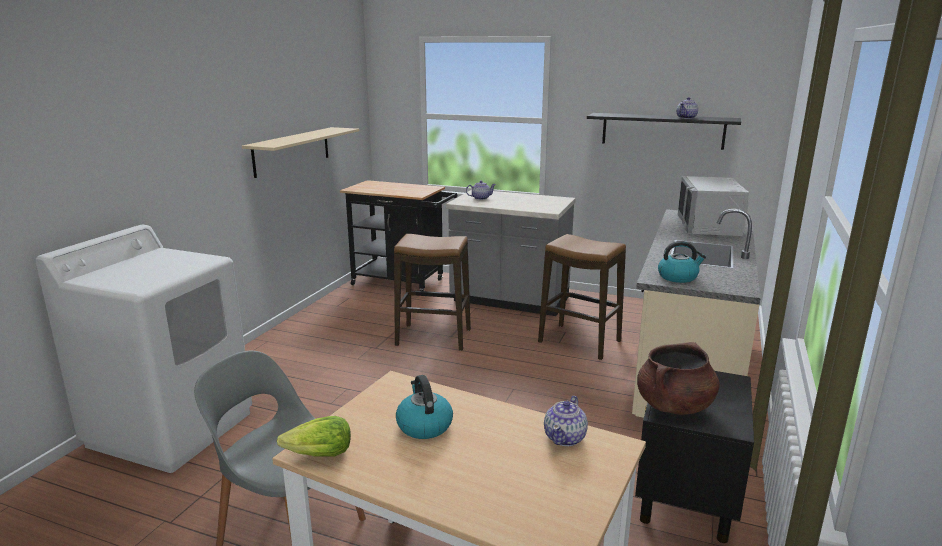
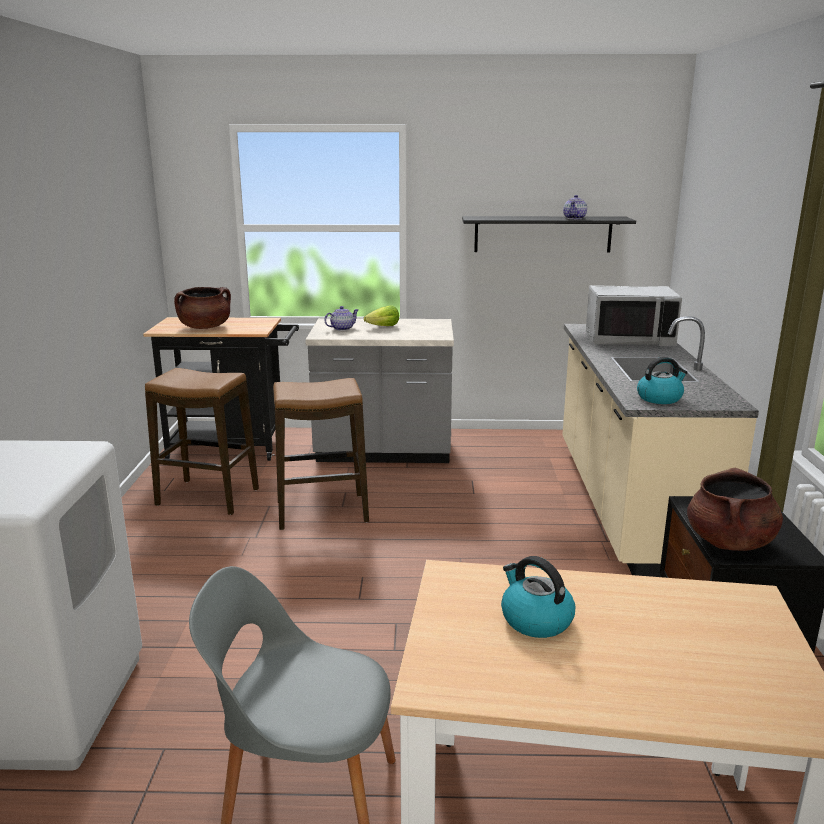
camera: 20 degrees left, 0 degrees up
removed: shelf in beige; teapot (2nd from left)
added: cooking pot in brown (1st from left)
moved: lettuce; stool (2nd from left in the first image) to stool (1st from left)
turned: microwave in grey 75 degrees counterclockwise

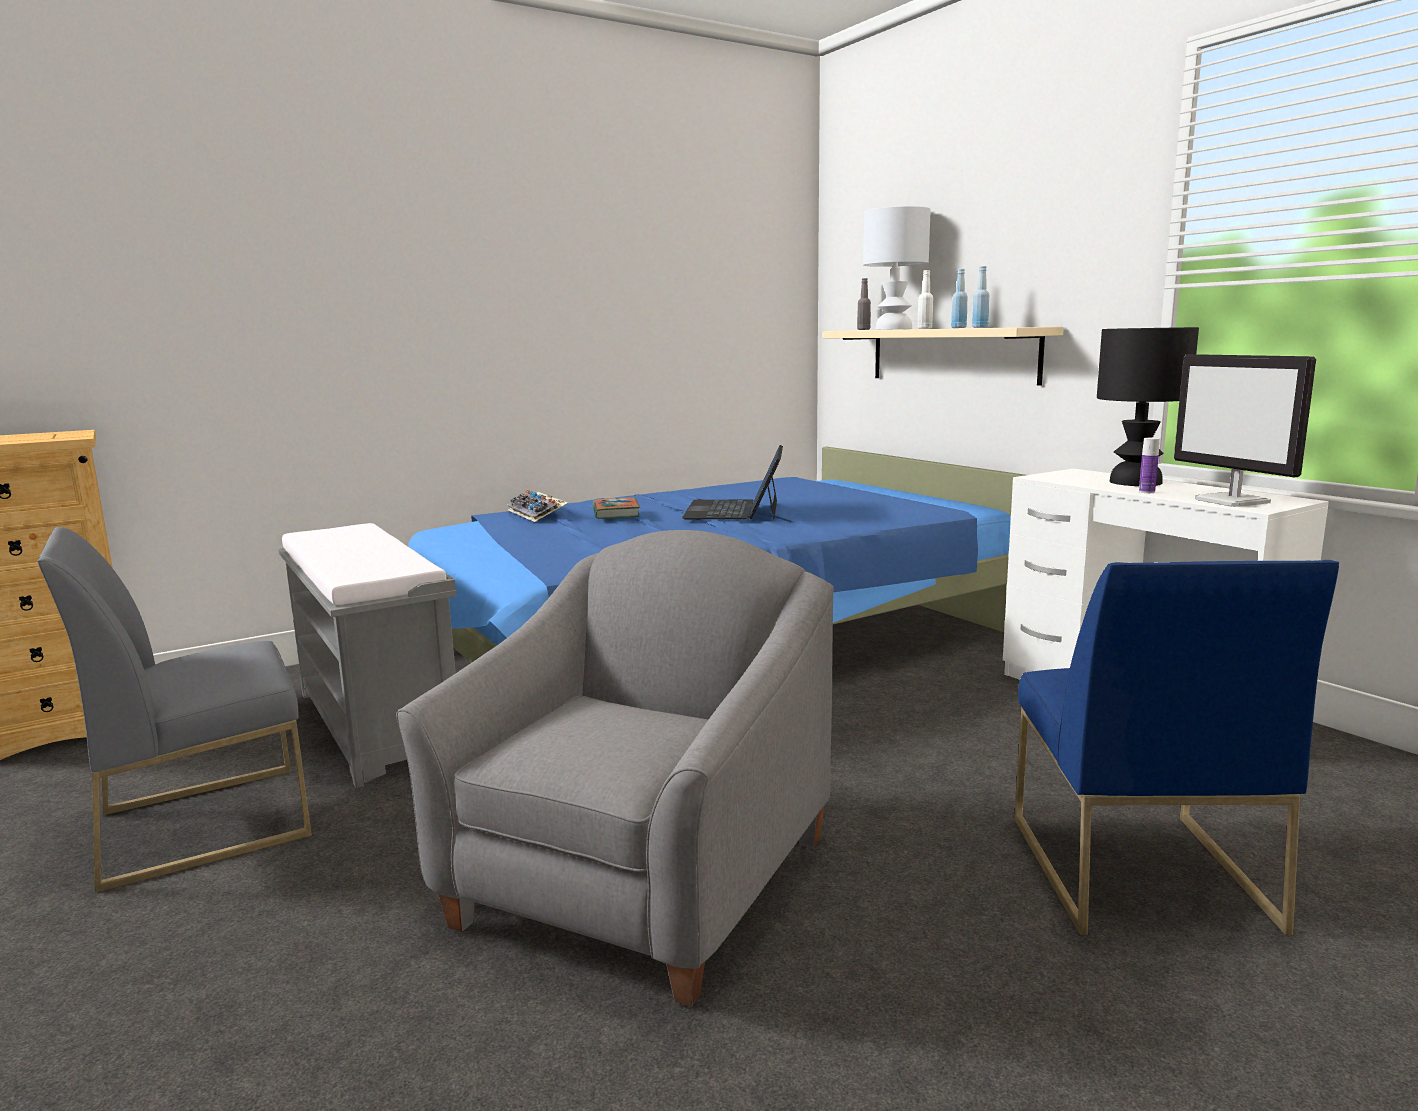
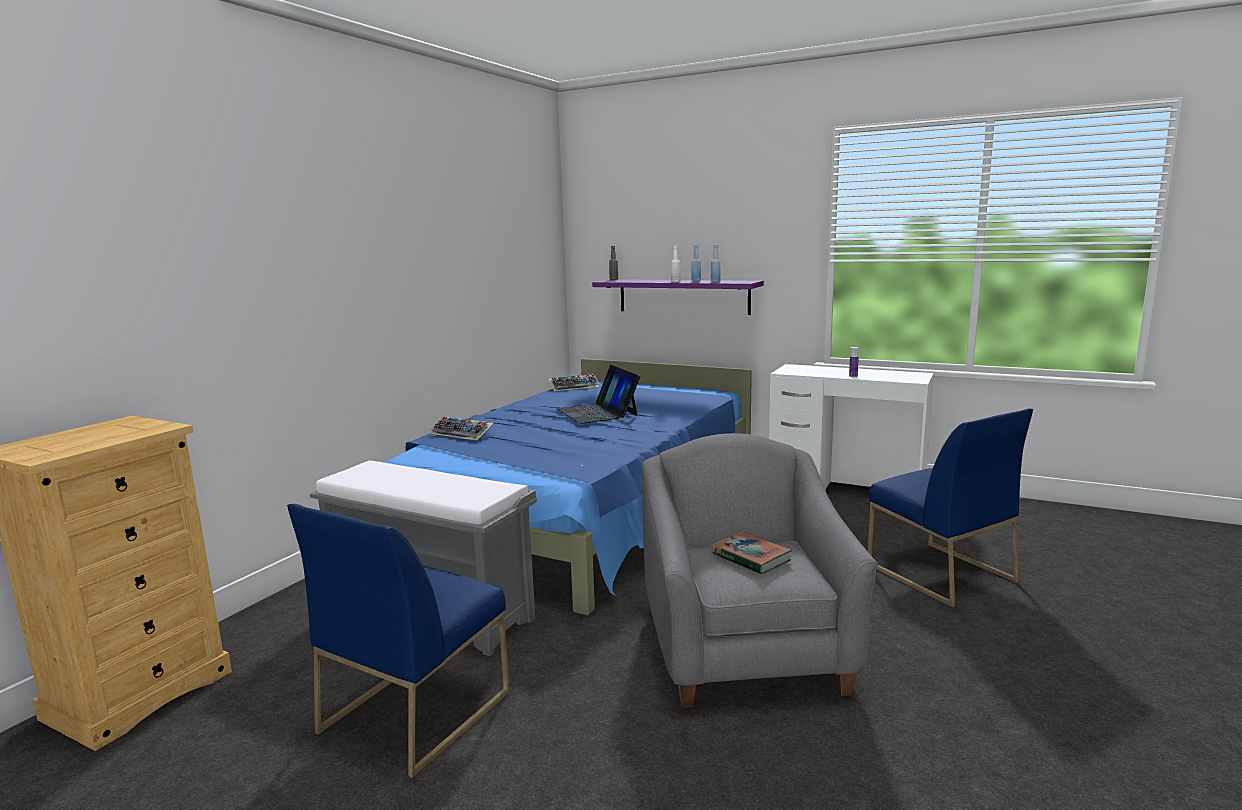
camera: 30 degrees left, 0 degrees up
removed: table lamp in white; table lamp in black; monitor
added: keyboard (2nd from left)
moved: book
recoloured: chair in grey to chair in blue (1st from left); shelf in beige to shelf in purple

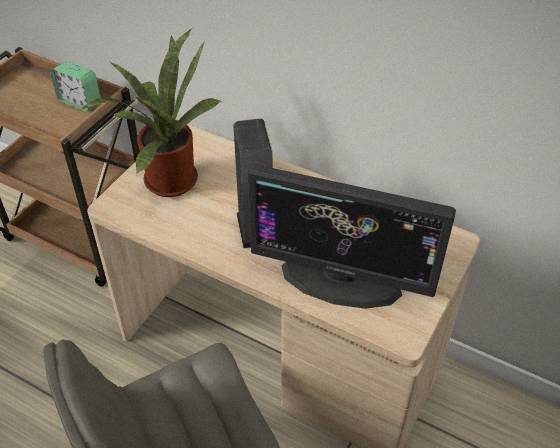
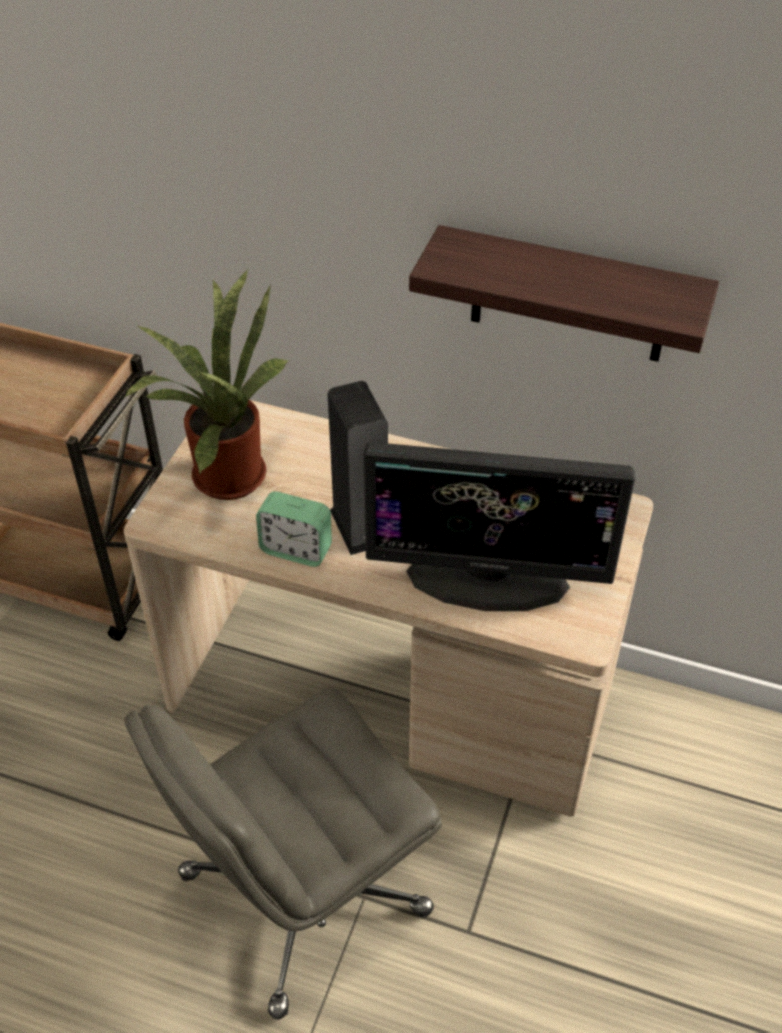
camera: 10 degrees left, 0 degrees up
added: shelf
moved: alarm clock

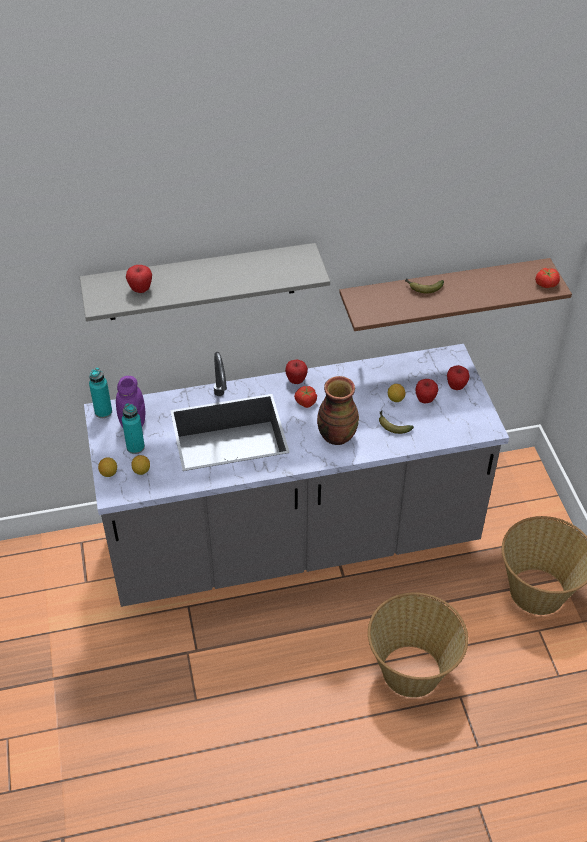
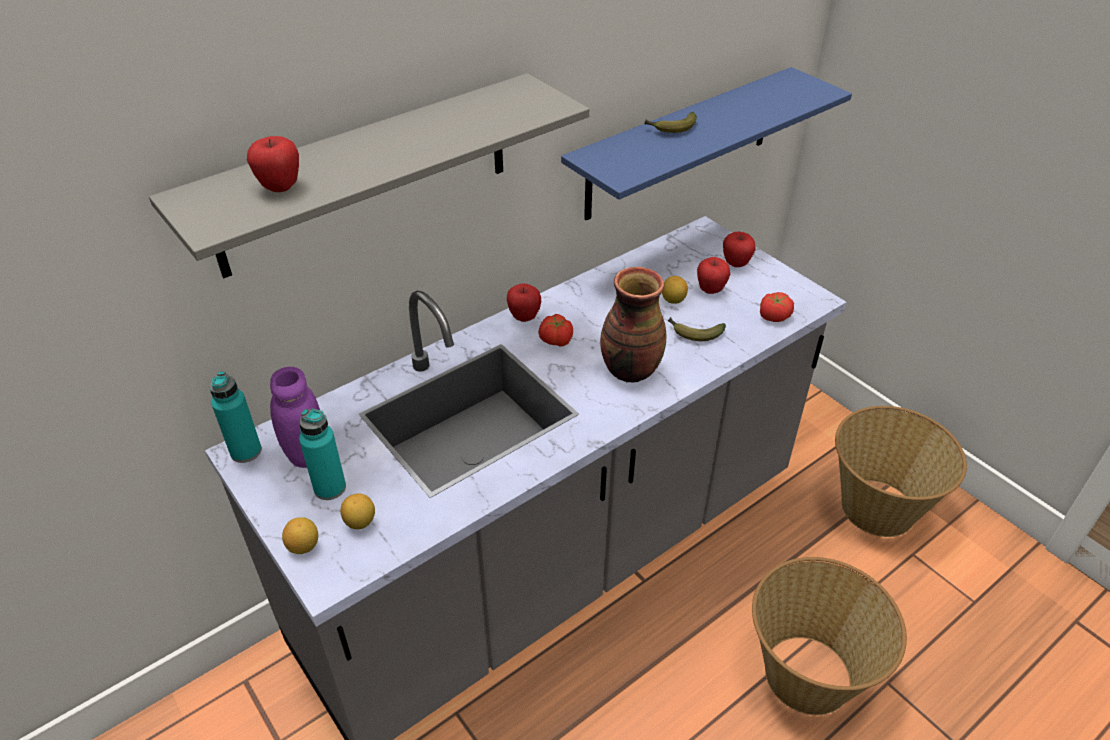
camera: 25 degrees left, 5 degrees down
moved: tomato (2nd from left)
recoloured: shelf in brown to shelf in blue

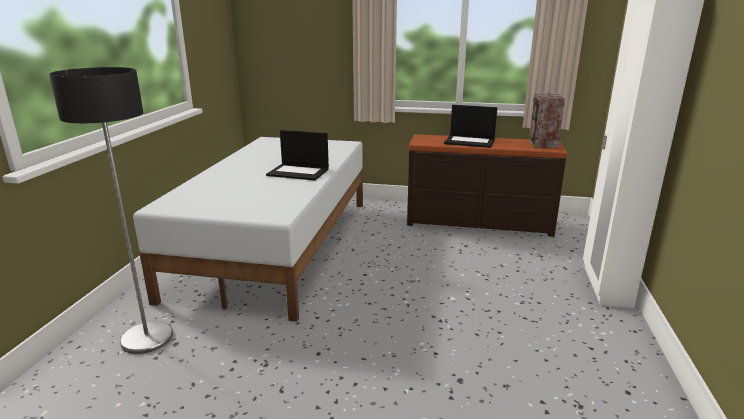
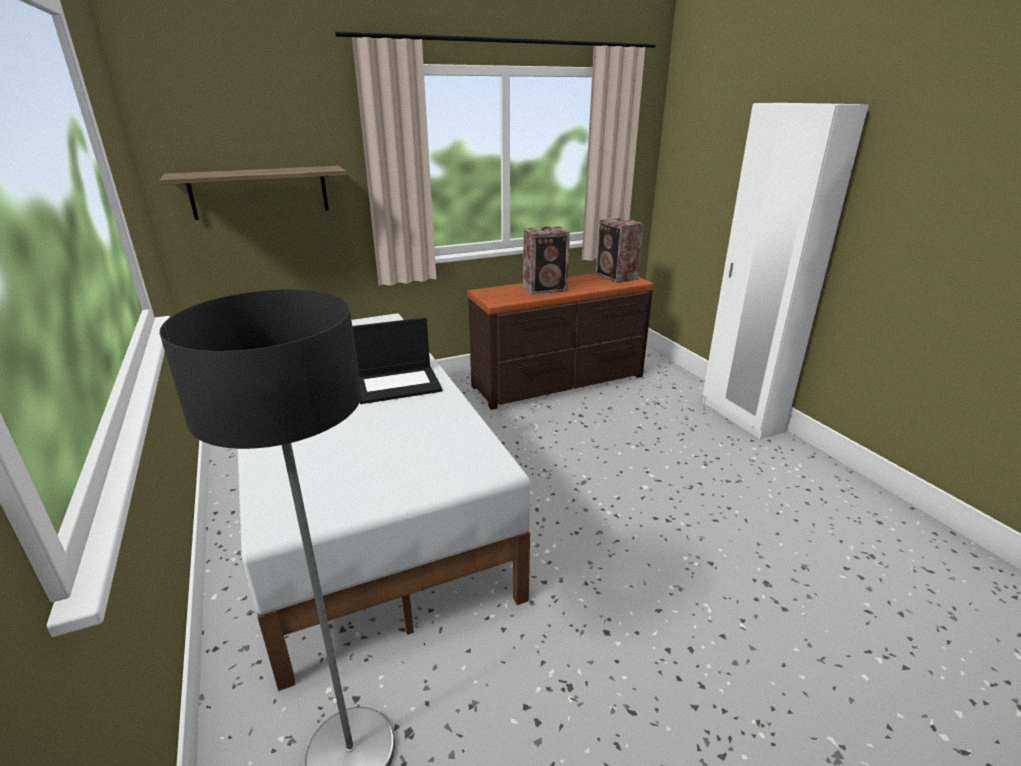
camera: 35 degrees left, 5 degrees up
added: shelf
replaced: laptop (2nd from left) to speaker (1st from left)

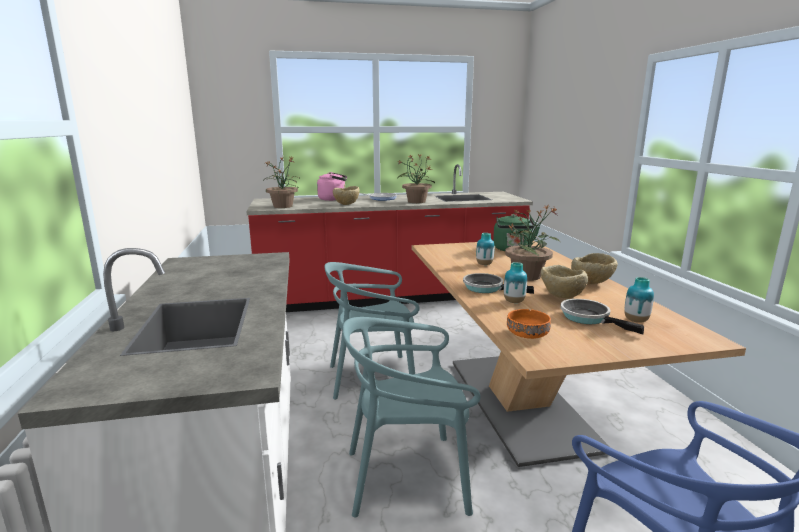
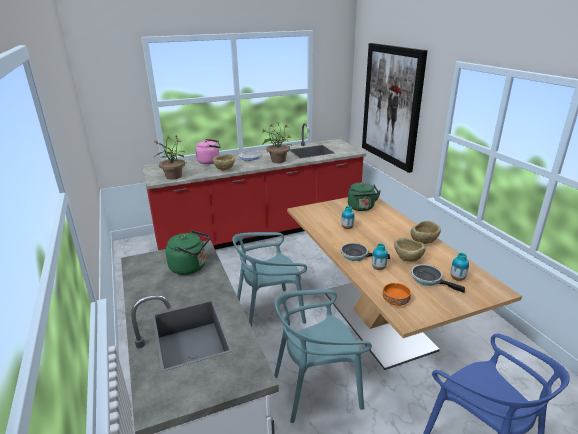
camera: 10 degrees left, 10 degrees up
removed: potted plant (3rd from left)
added: kettle in green (1st from left); picture

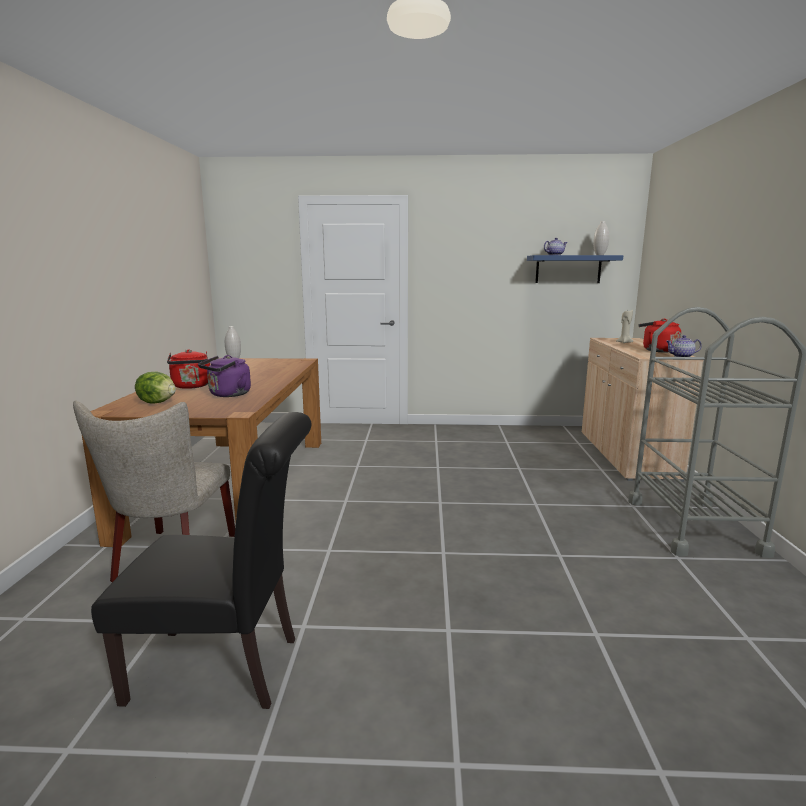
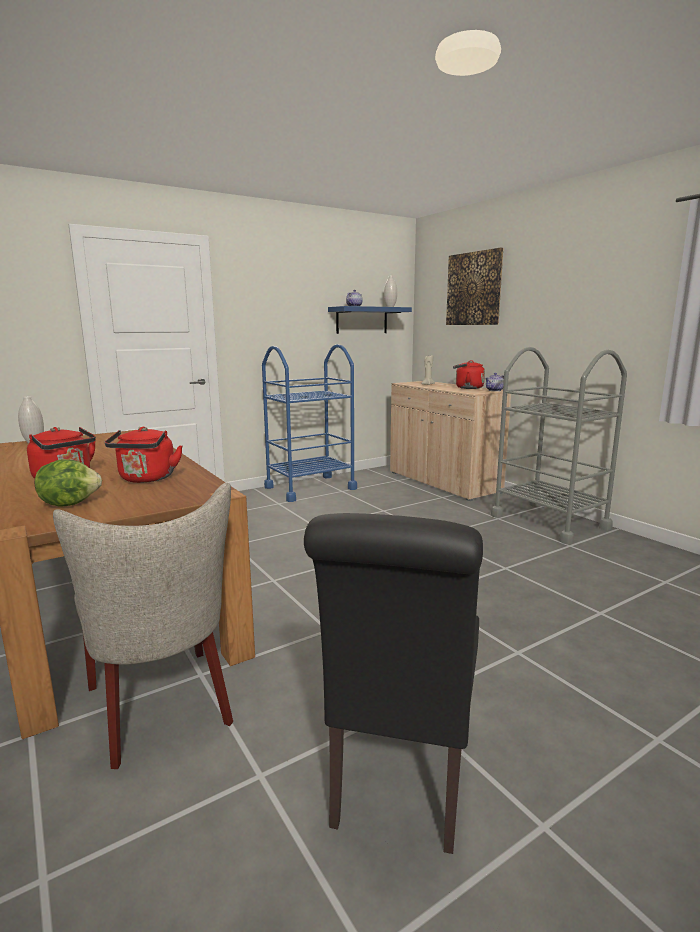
camera: 35 degrees left, 0 degrees up
added: cart in blue; picture
recoloured: kettle in purple to kettle in red (2nd from left)
turned: chair in black 135 degrees clockwise

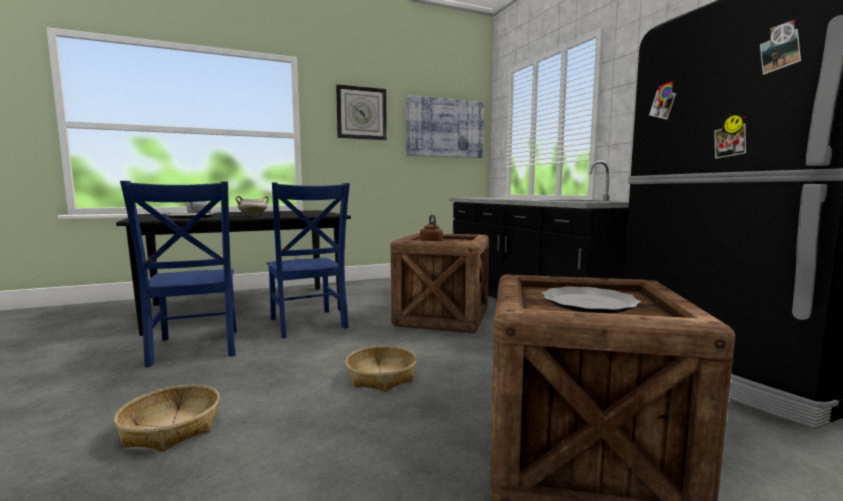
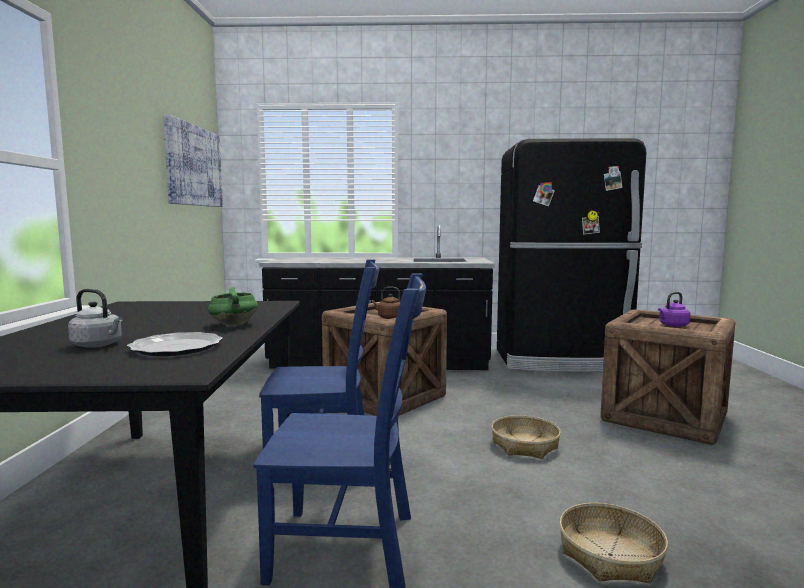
camera: 65 degrees left, 0 degrees up
removed: wall clock
replaced: plate (2nd from left) to kettle in purple
recoloured: cooking pot in white to cooking pot in green

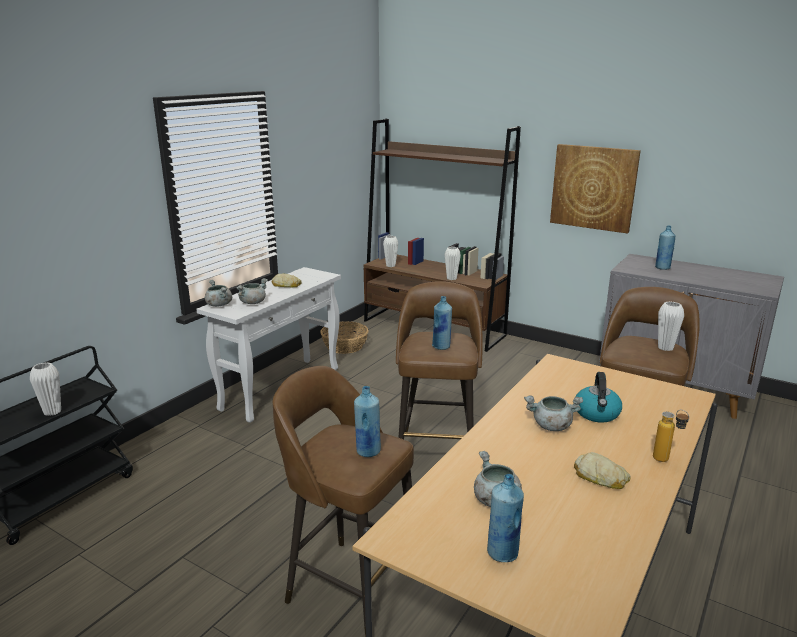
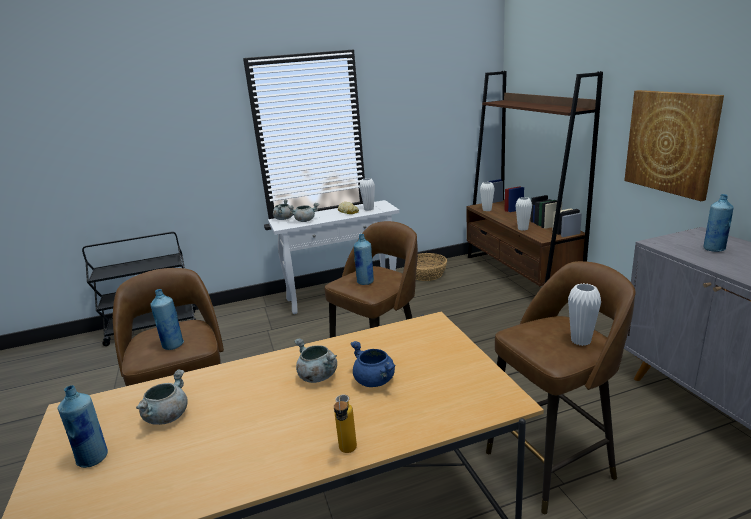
camera: 40 degrees right, 0 degrees up
removed: bread (2nd from left)
moved: vase in white (1st from left)
replaced: kettle to cooking pot in blue

